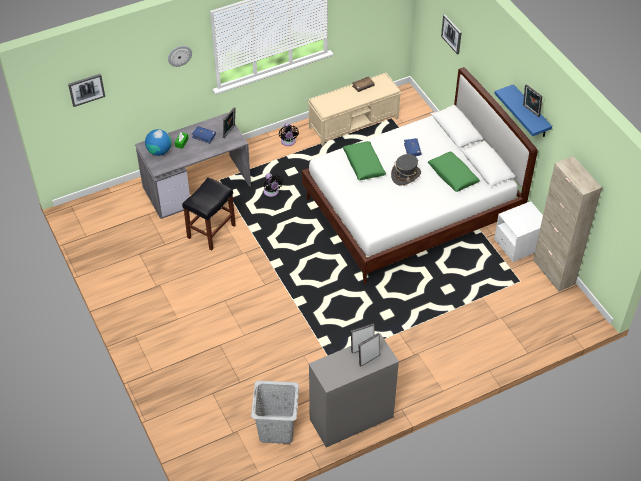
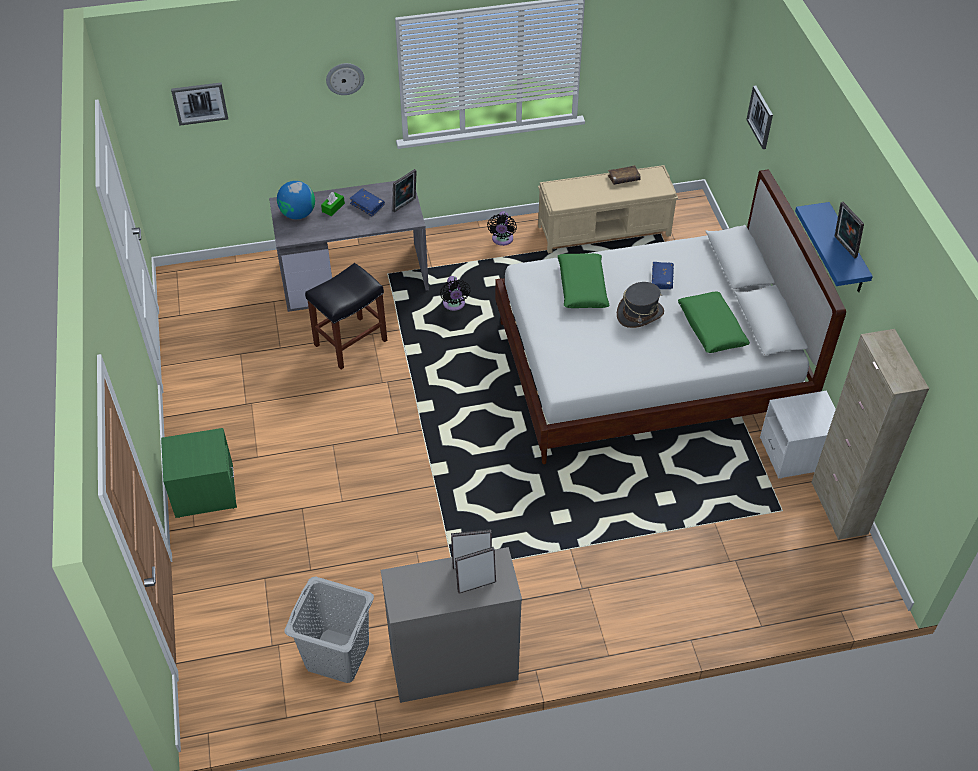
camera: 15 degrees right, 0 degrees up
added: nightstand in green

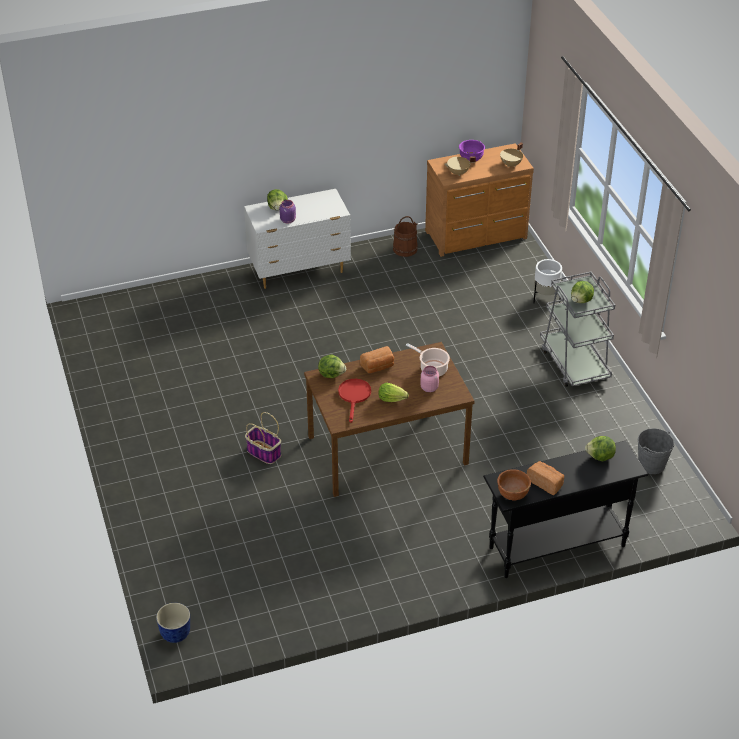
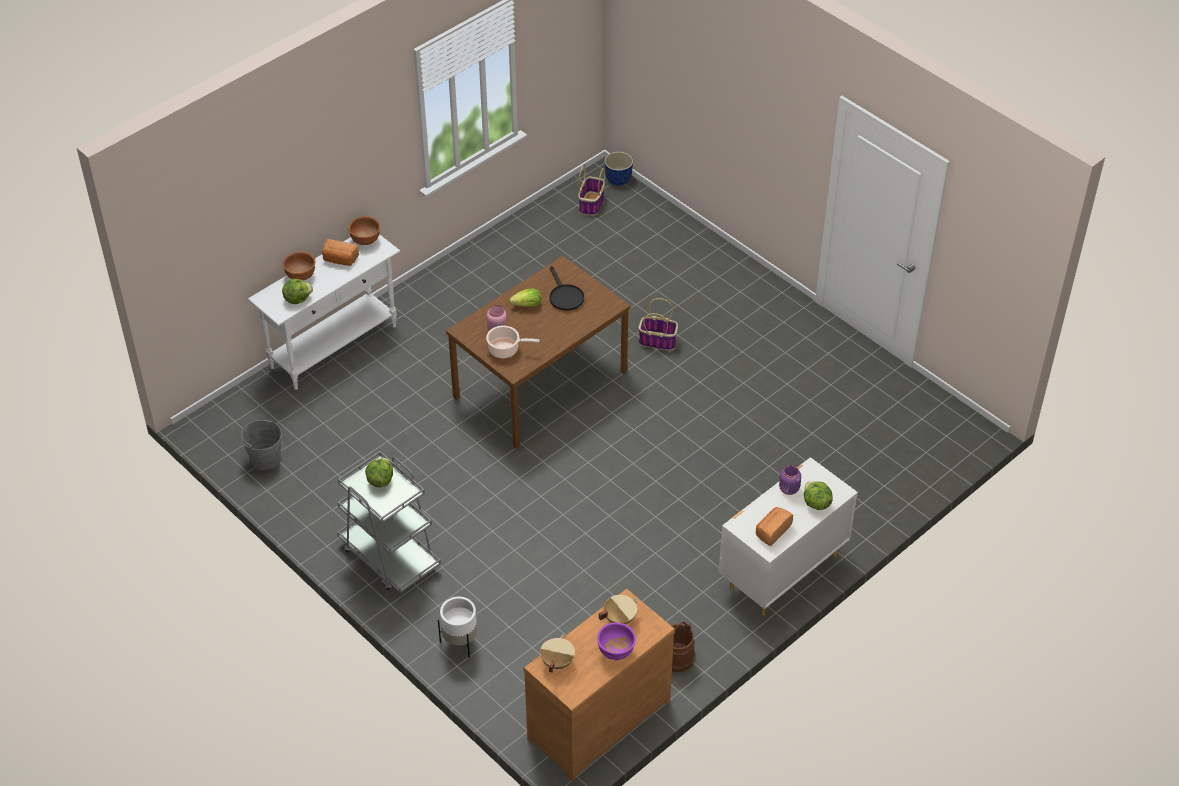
camera: 155 degrees right, 5 degrees up
removed: lettuce (2nd from left)
added: bowl in brown (1st from left); basket (1st from left)
moved: bread (1st from left in the first image) to bread (2nd from left)
recoloured: frying pan in red to frying pan in black; console table in black to console table in white

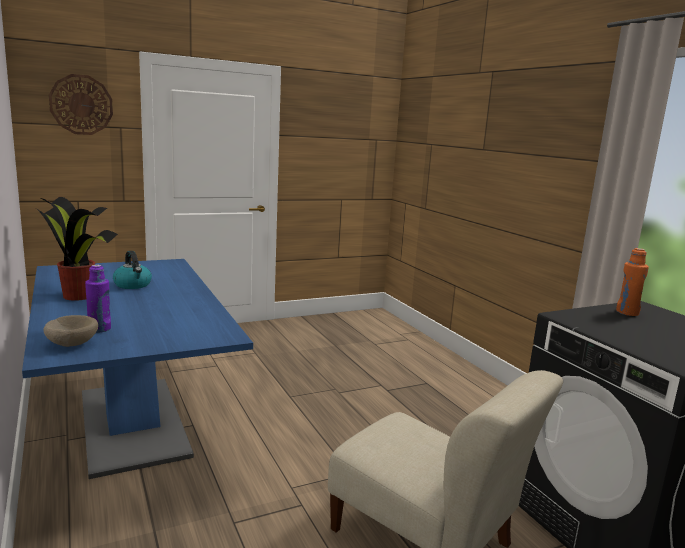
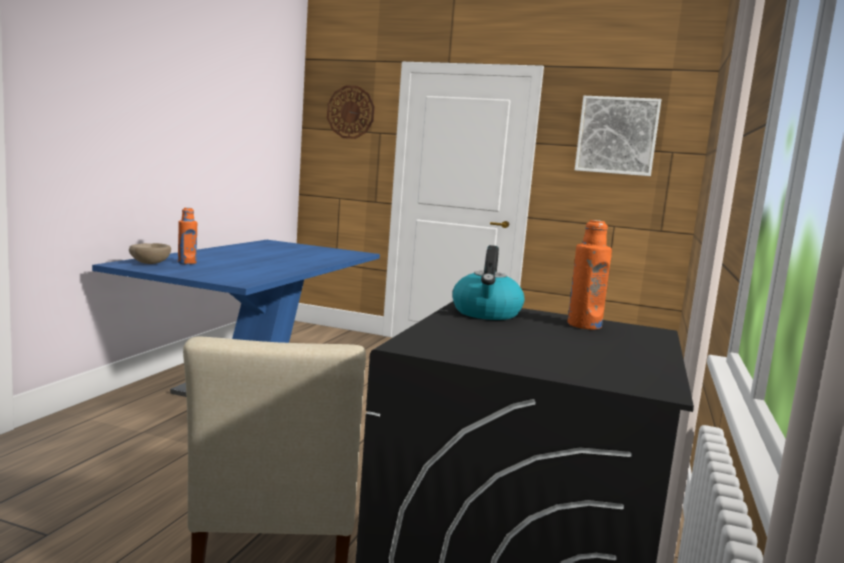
camera: 45 degrees right, 5 degrees down
removed: potted plant
added: picture
moved: kettle
recoloured: bottle in purple to bottle in orange (1st from left)

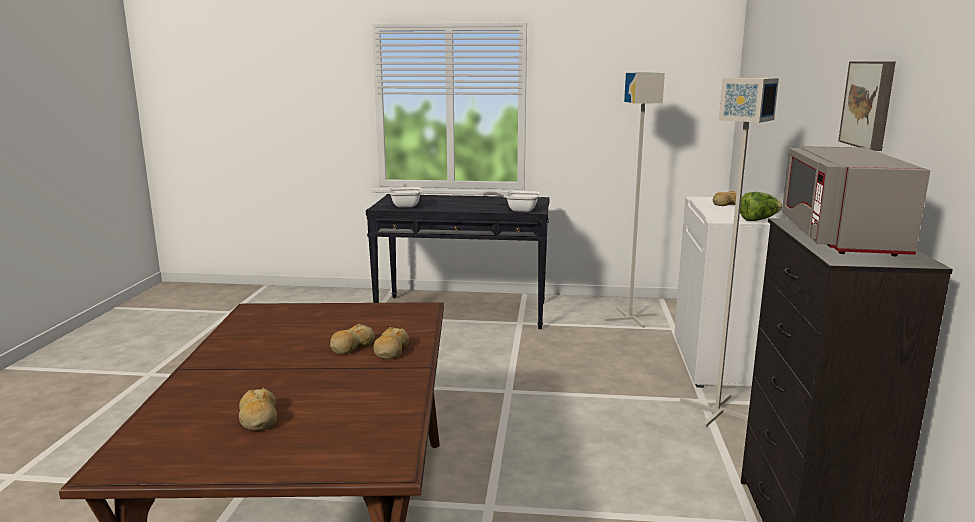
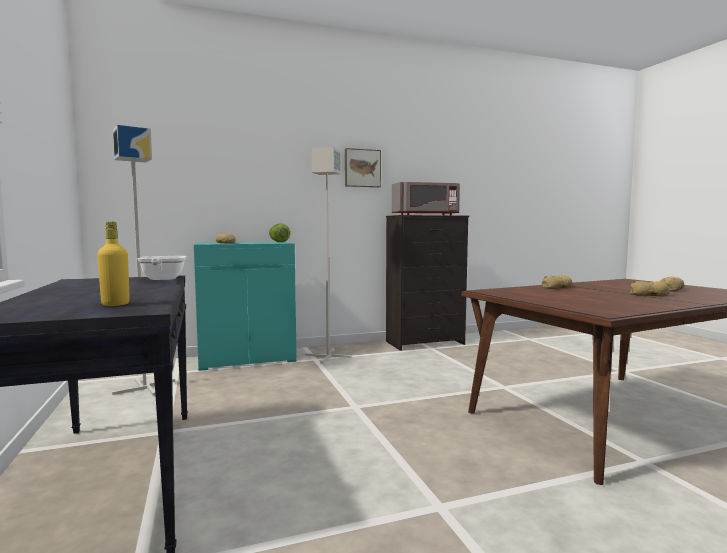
camera: 115 degrees left, 10 degrees down
moved: bread (2nd from left in the first image) to bread (3rd from left)
replaced: frying pan (1st from left) to bottle in yellow
recoloured: cabinet in white to cabinet in turquoise

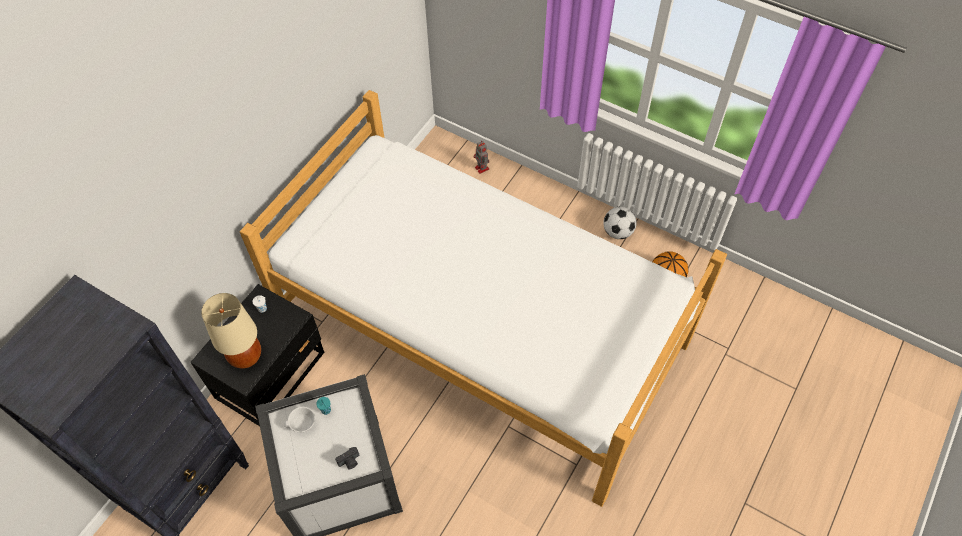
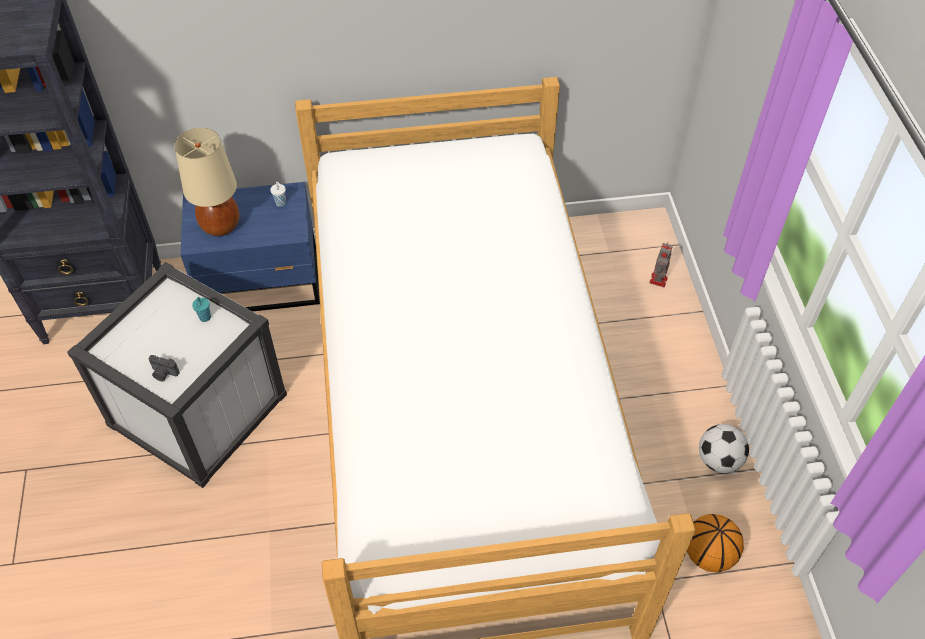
camera: 50 degrees right, 5 degrees down
removed: cup in white (2nd from left)
recoloured: nightstand in black to nightstand in blue

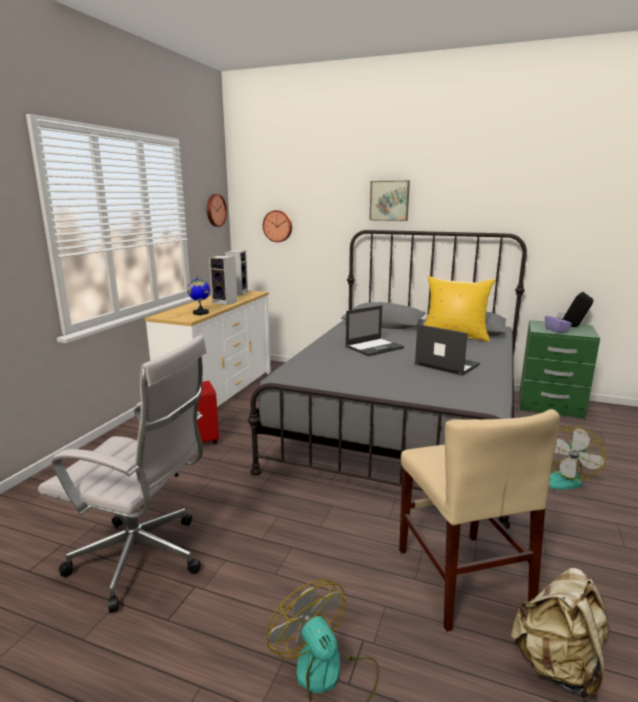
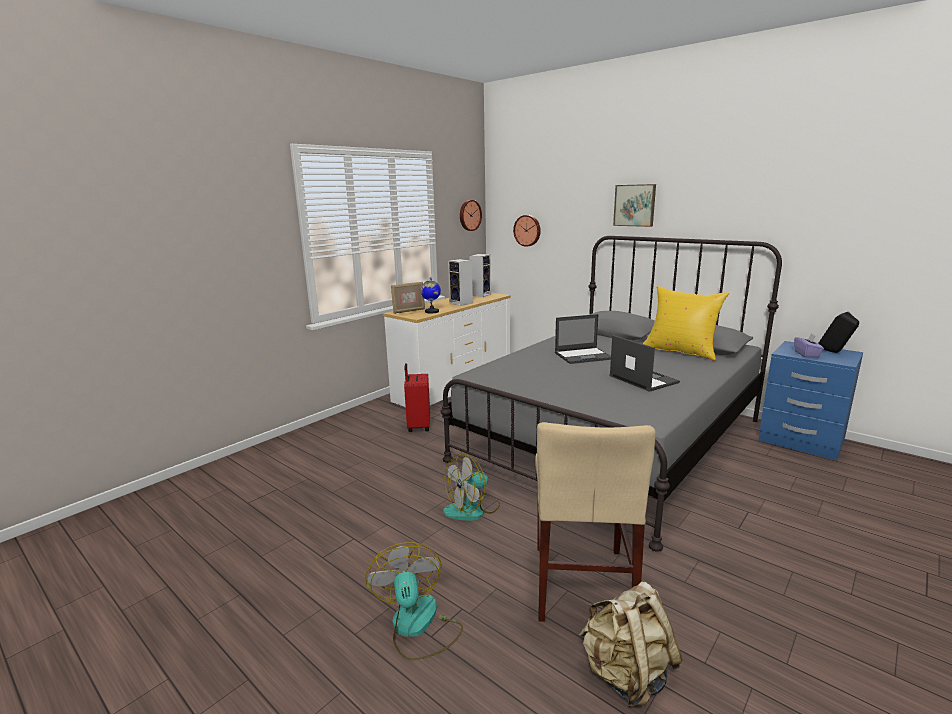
camera: 20 degrees right, 0 degrees up
removed: office chair in white
added: picture frame
moved: fan (2nd from left)
recoloured: nightstand in green to nightstand in blue

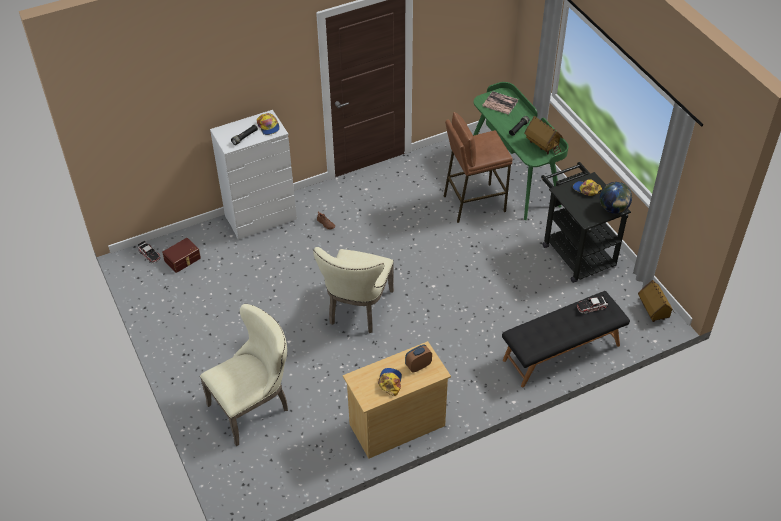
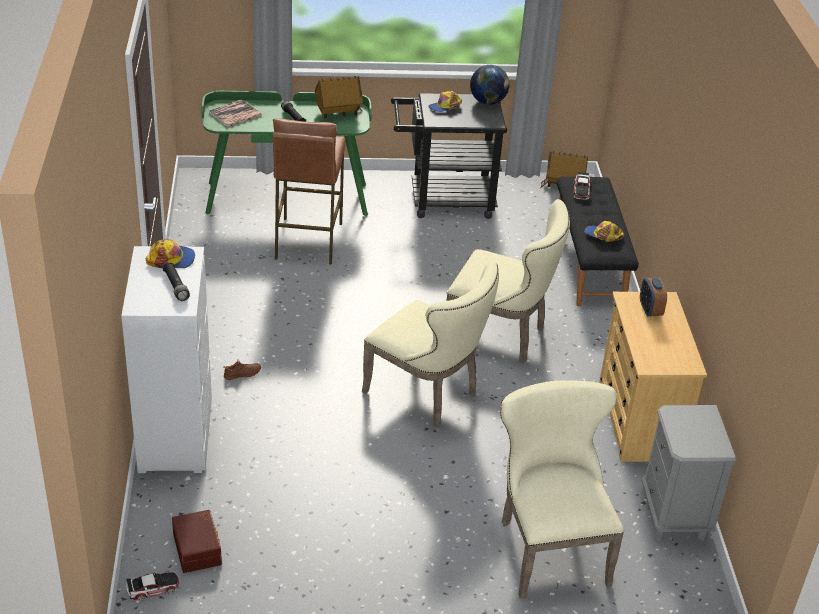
camera: 70 degrees left, 10 degrees down
added: chair in beige (2nd from left); nightstand in grey
moved: cap (2nd from left in the first image) to cap (3rd from left)

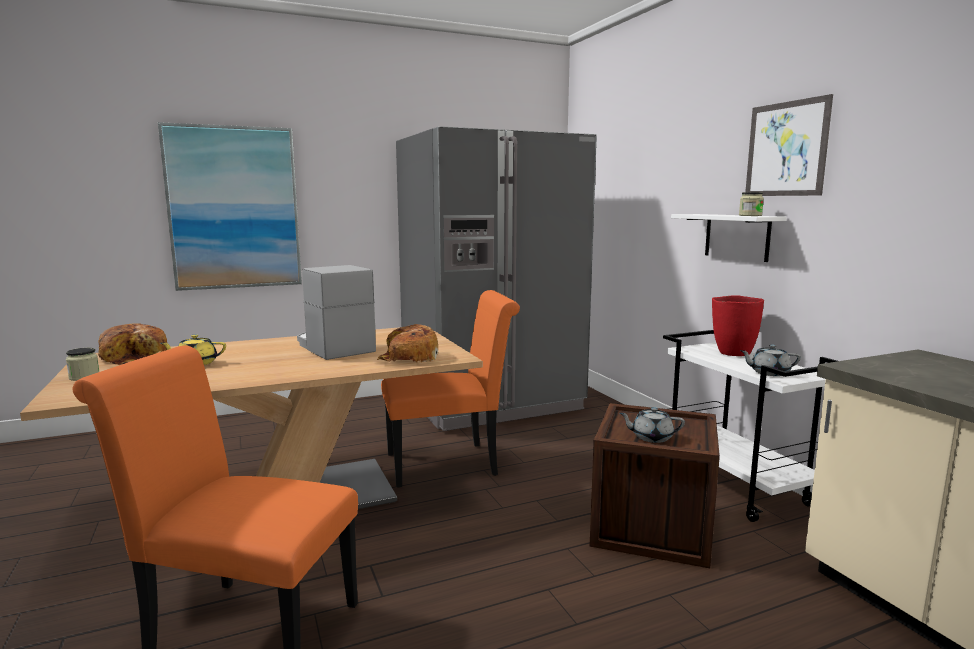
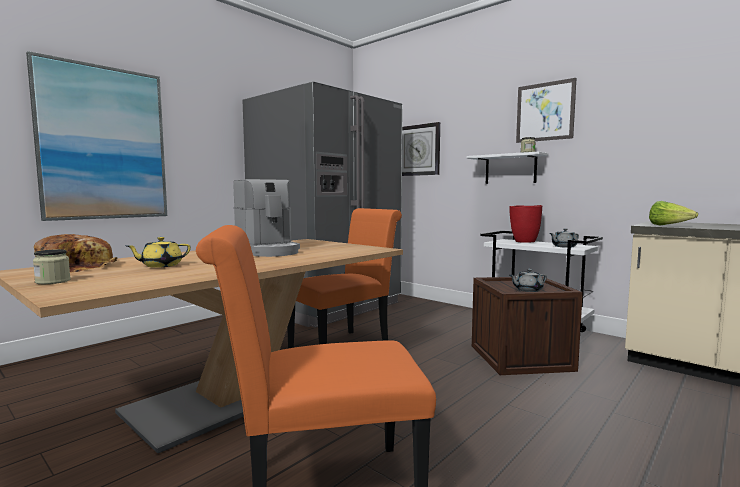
camera: 25 degrees left, 5 degrees down
removed: bread (2nd from left)
added: wall clock; lettuce
turned: coffee machine 150 degrees counterclockwise

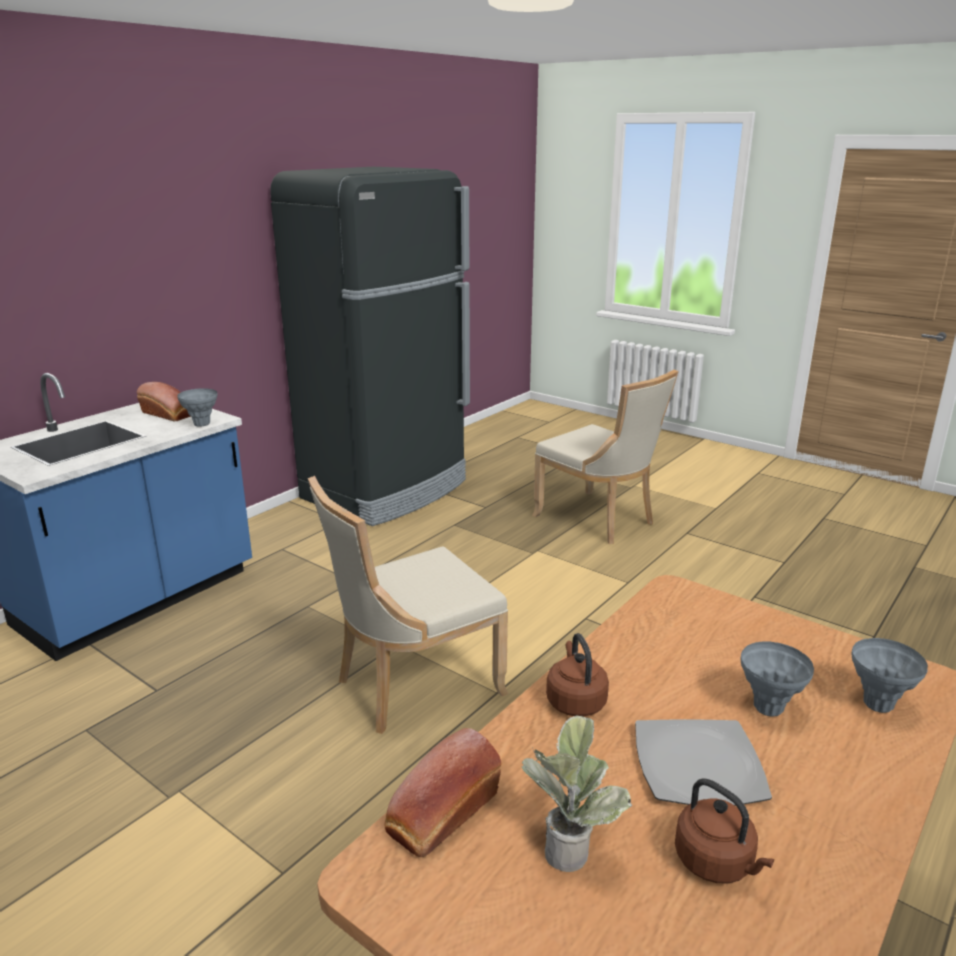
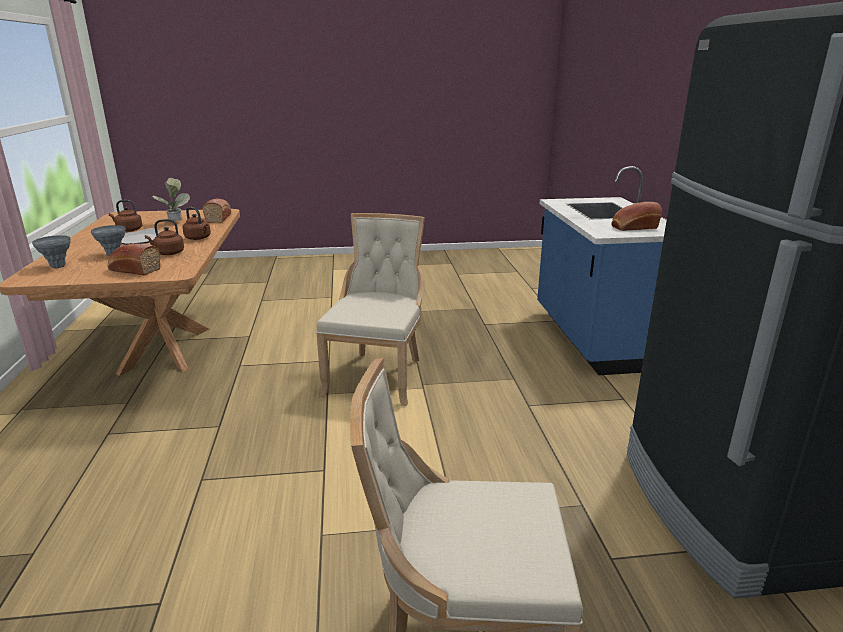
camera: 135 degrees right, 0 degrees up
removed: vase in grey (1st from left)
added: bread (1st from left); kettle in brown (2nd from left)

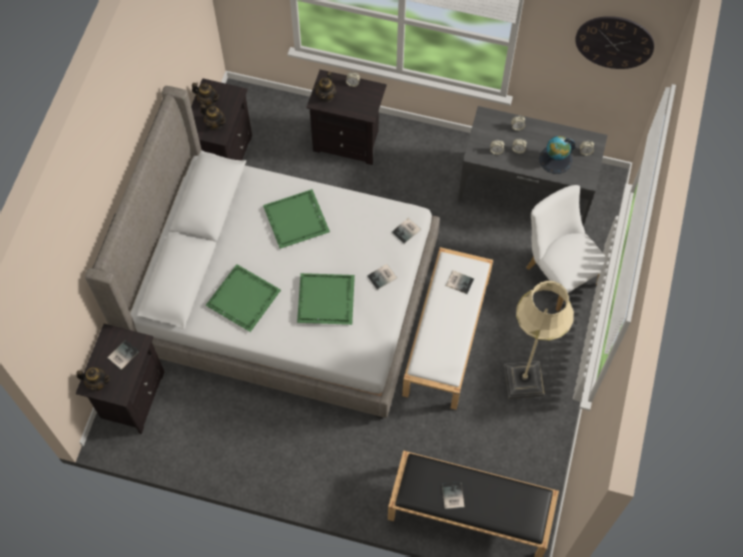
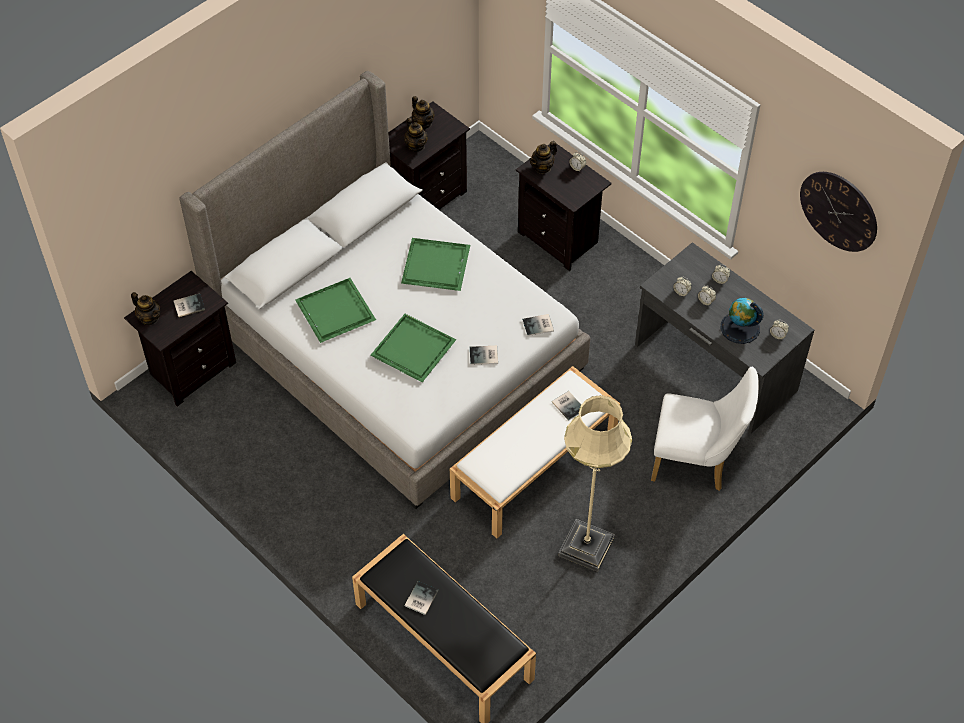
camera: 30 degrees right, 10 degrees down
turned: chair in white 105 degrees clockwise

